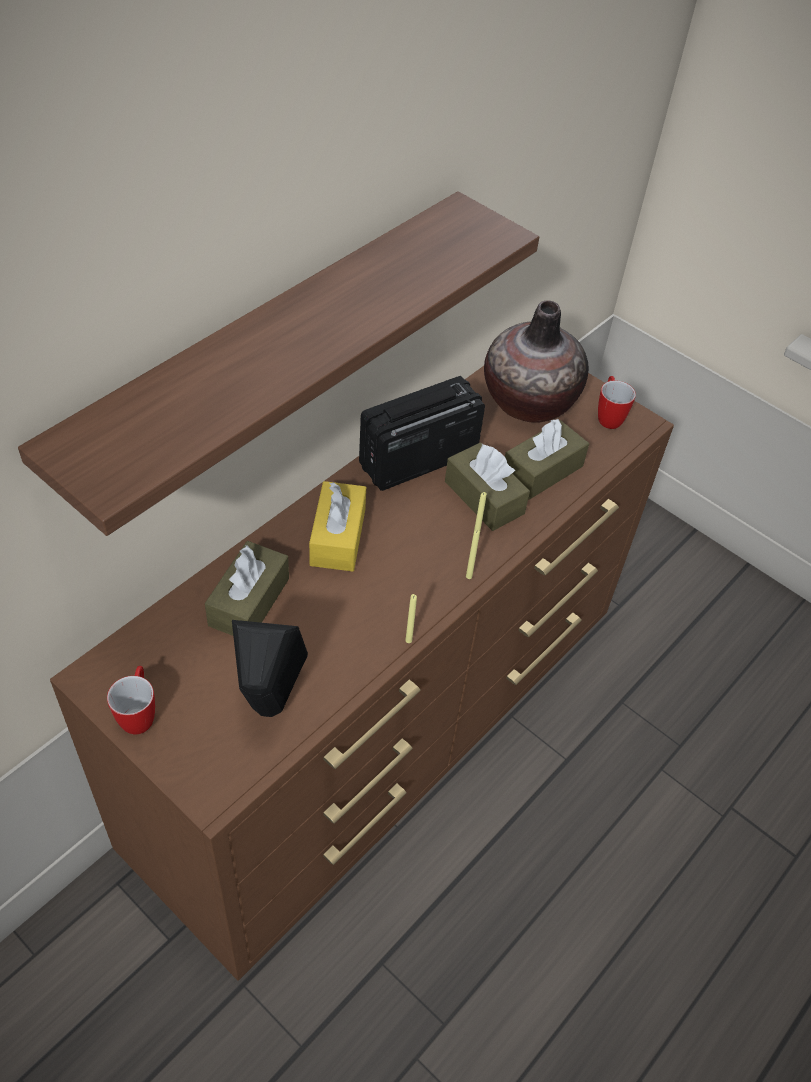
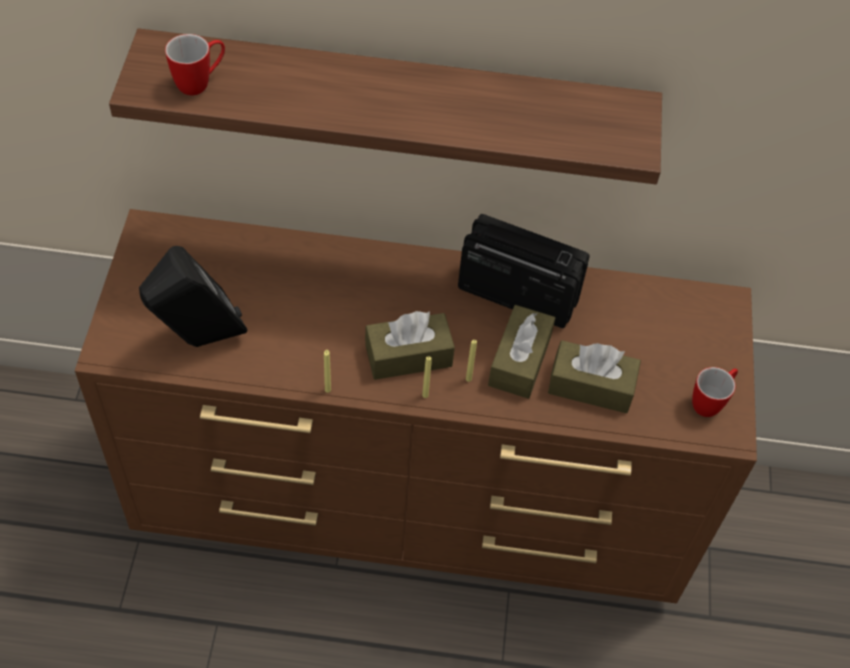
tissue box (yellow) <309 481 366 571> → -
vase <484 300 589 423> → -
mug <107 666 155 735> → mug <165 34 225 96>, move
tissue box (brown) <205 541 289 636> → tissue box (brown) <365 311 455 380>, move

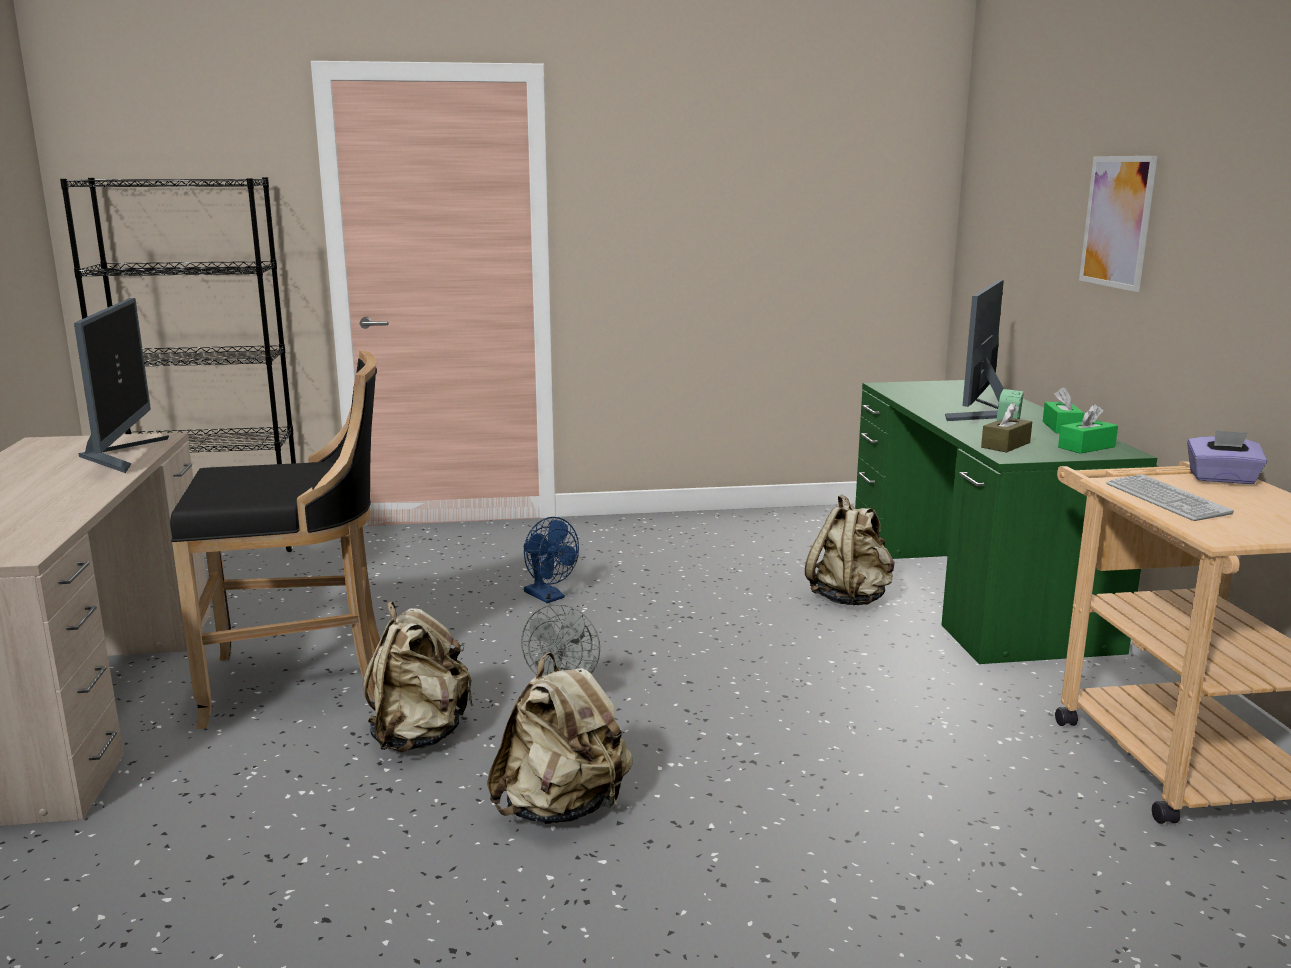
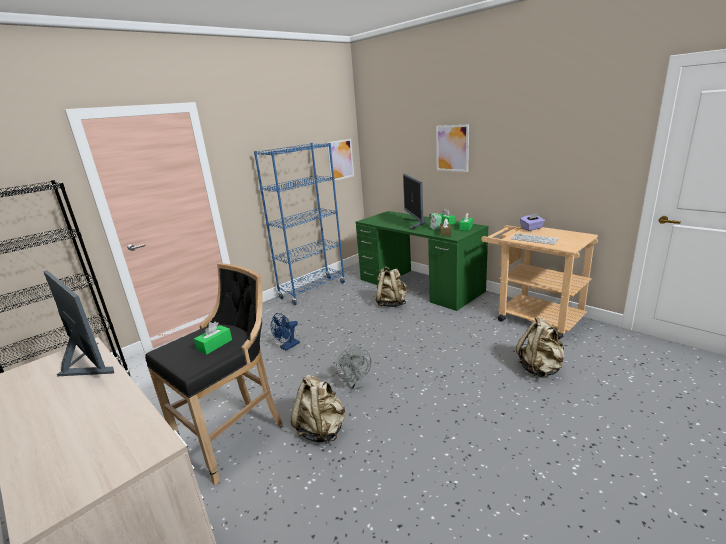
- → tissue box (green) <194 322 232 355>
- → bookcase (blue) <254 143 345 305>
- → picture <327 139 354 181>
backpack (beige) <487 652 633 824> → backpack (beige) <516 316 565 378>, move
fan (blue) <524 517 579 603> → fan (blue) <271 313 300 351>, 120 degrees clockwise

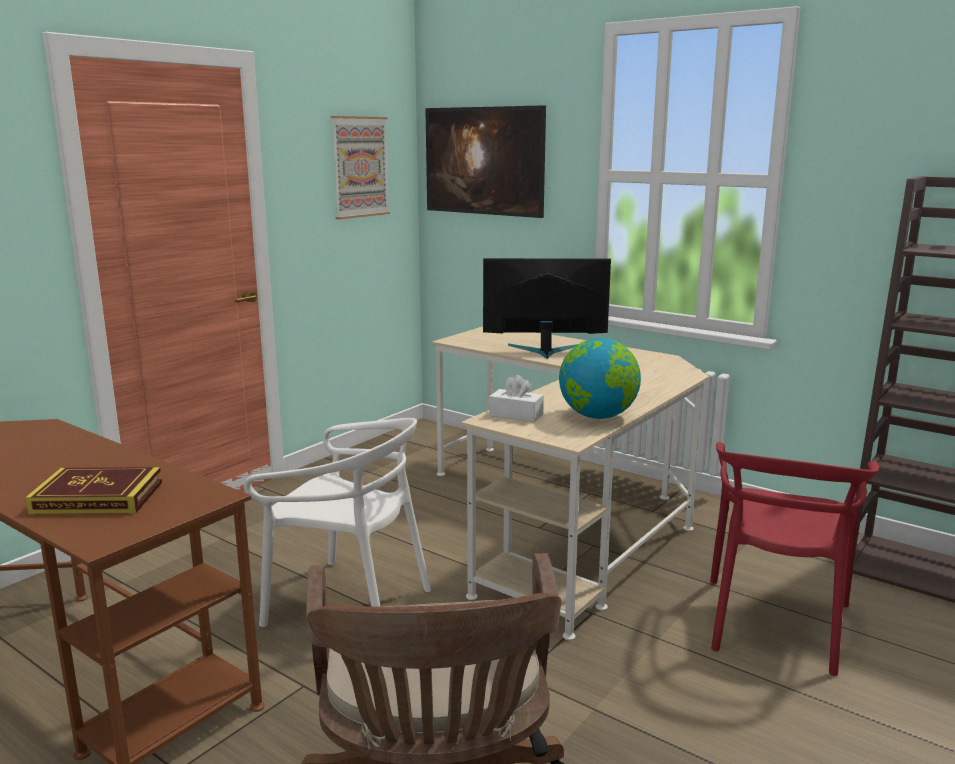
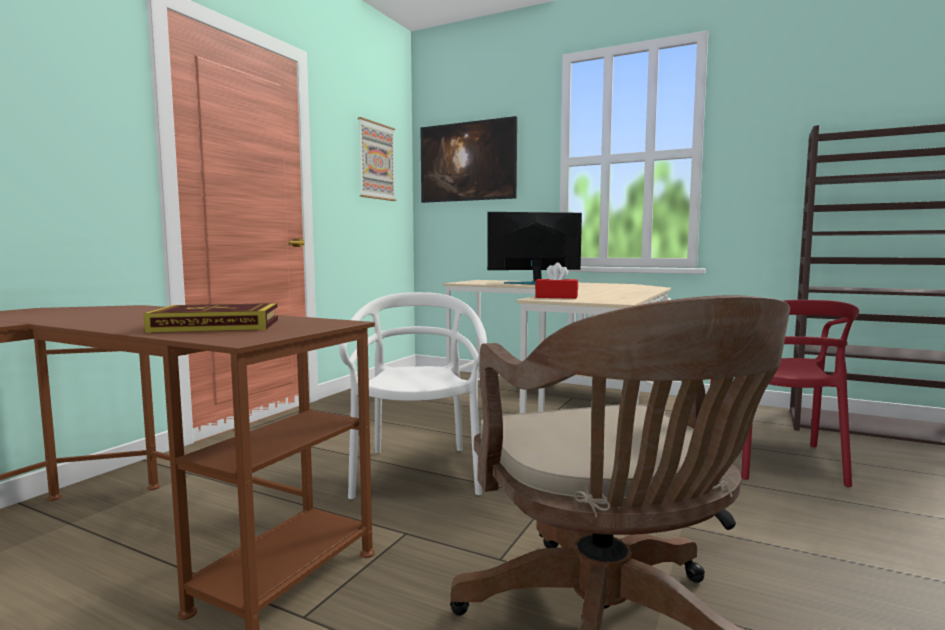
globe <559 338 641 419> → -
tissue box (white) <489 375 544 422> → tissue box (red) <535 263 578 299>
chair (white) <244 418 431 627> → chair (white) <339 292 487 500>, 105 degrees counterclockwise

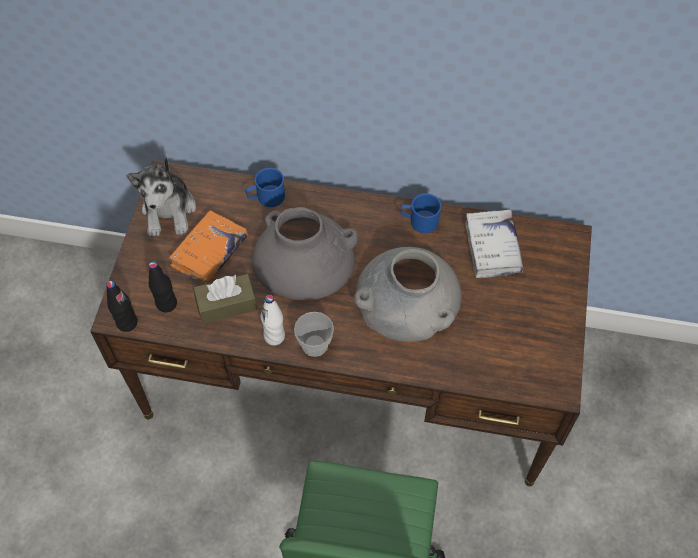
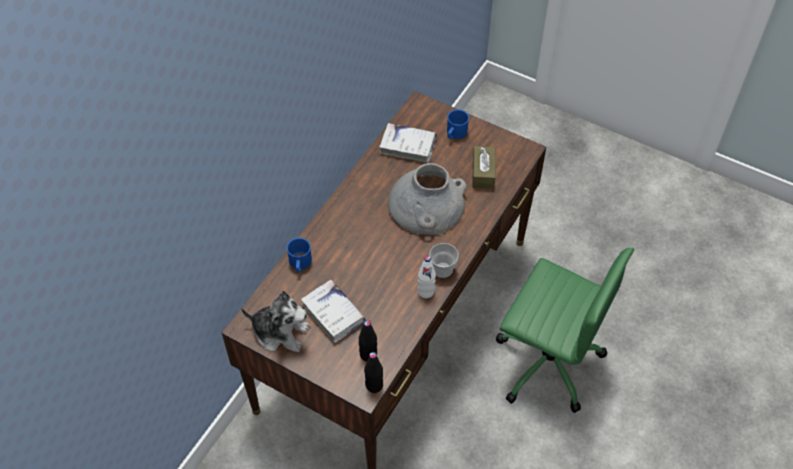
vase (grey) <252 207 358 300> → -
tissue box (brown) <193 274 257 324> → tissue box (brown) <472 146 496 189>, move
mug (blue) <400 193 441 233> → mug (blue) <447 109 469 139>, move
book (orange) <169 210 248 284> → book (white) <301 280 365 343>

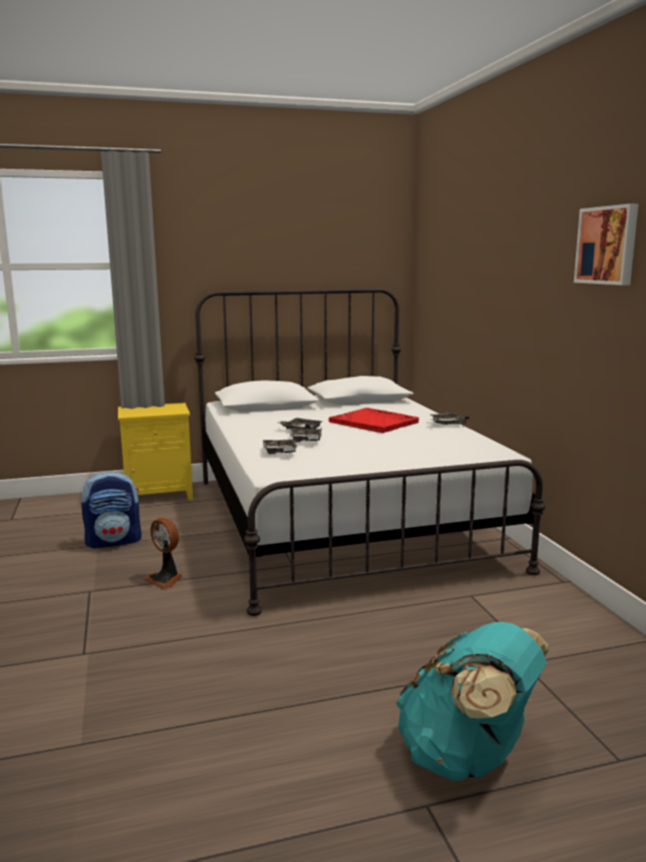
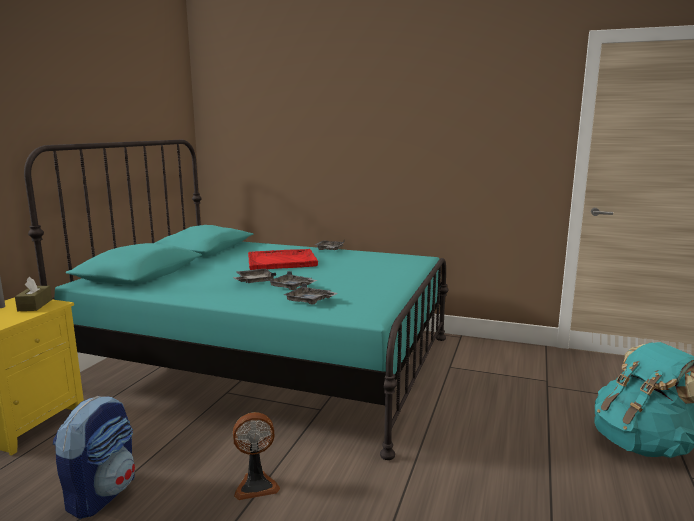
picture <574 204 638 285> → -
- → tissue box (brown) <15 277 52 311>
bed (white) <194 288 546 616> → bed (turquoise) <24 140 449 460>

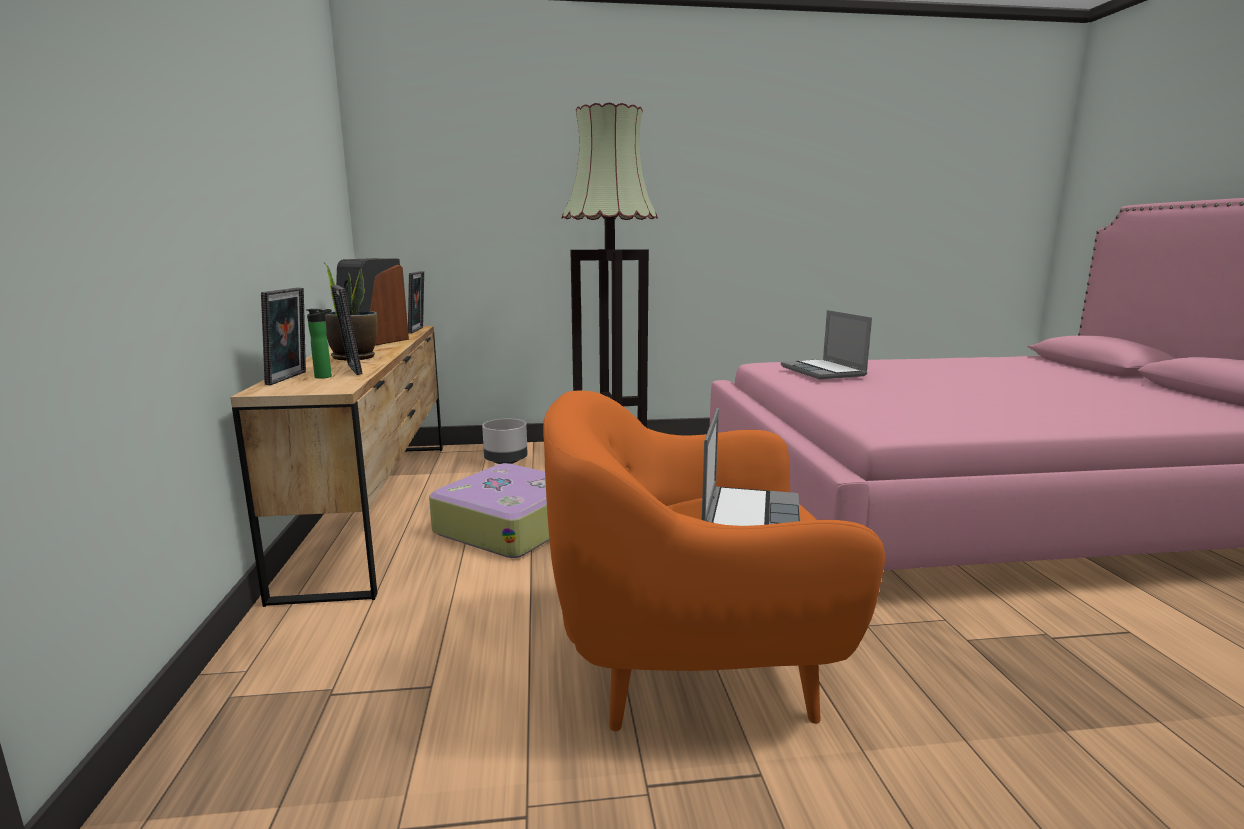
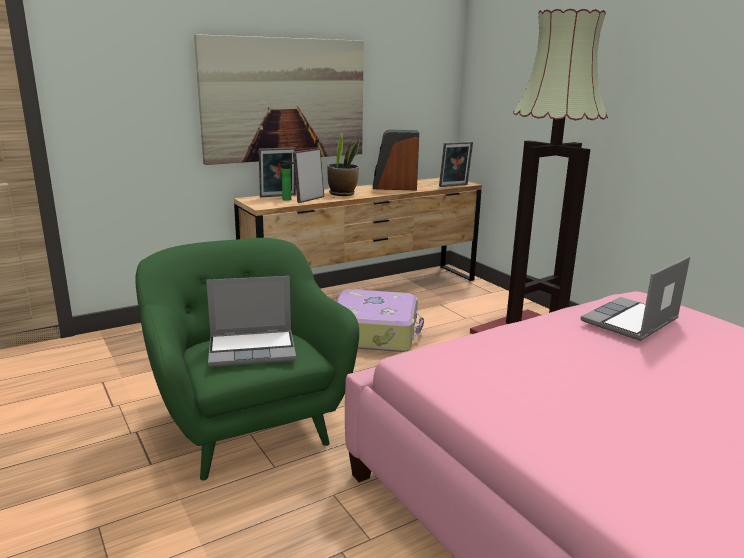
planter (grey) <482 419 528 464> → -
- → picture <194 34 364 165>
armchair (orange) <543 390 885 731> → armchair (green) <135 238 359 481>

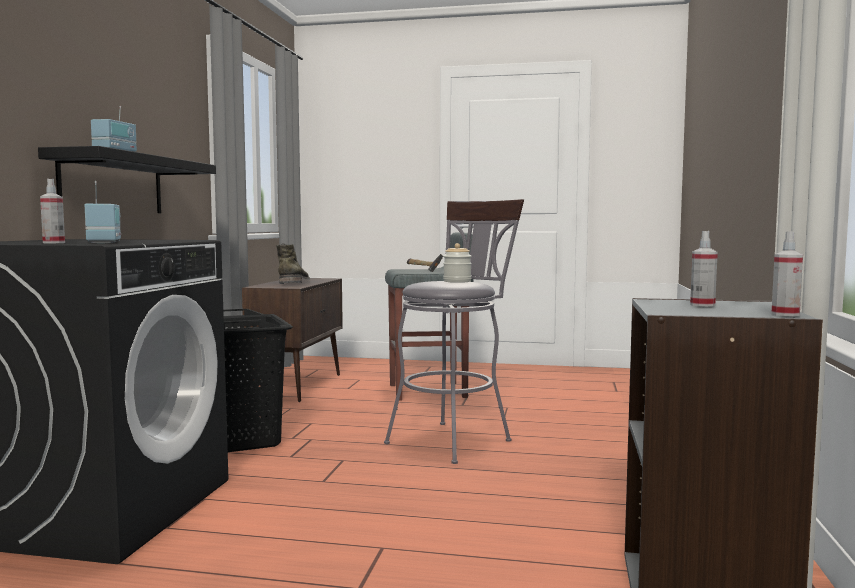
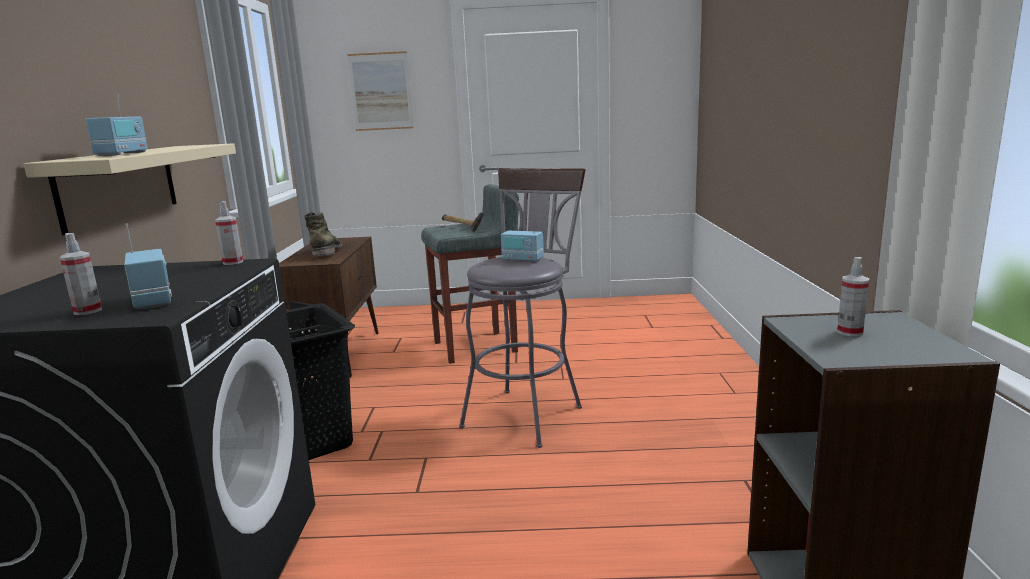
- → picture <347 51 413 131>
spray bottle <771 231 803 316> → spray bottle <215 201 243 265>, move
jar <443 243 472 283> → radio <501 214 544 262>
shelf (black) <38 146 216 213> → shelf (beige) <24 143 236 235>

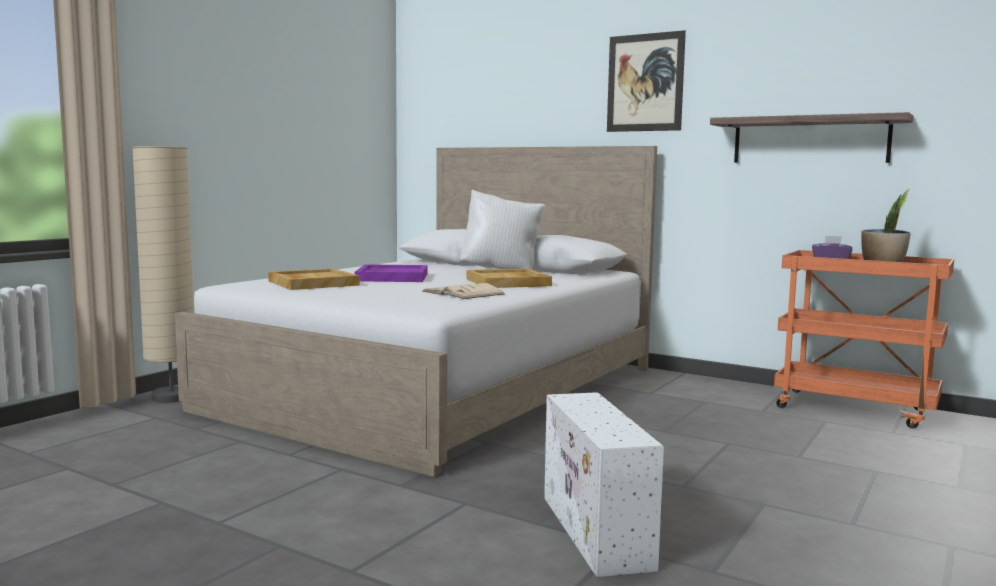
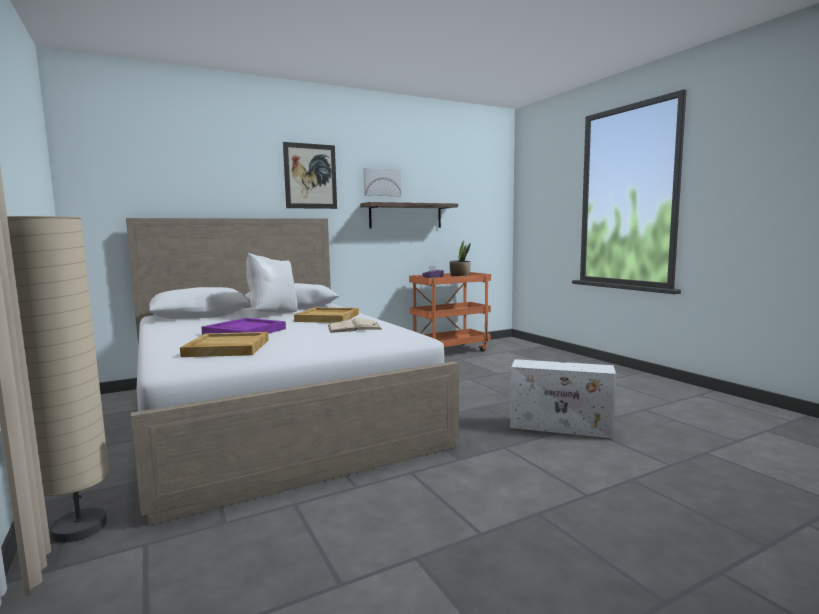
- → picture <363 168 401 196>

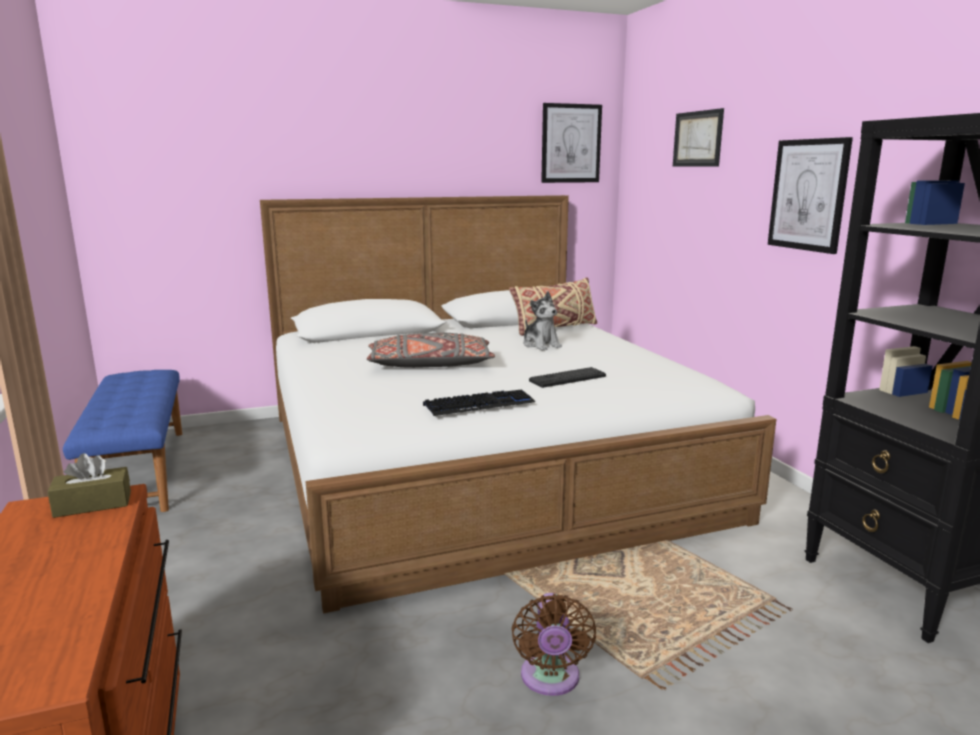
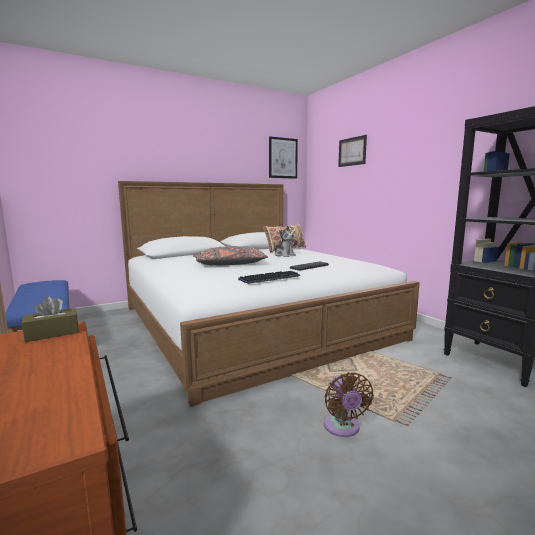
picture <768 137 853 254> → -

